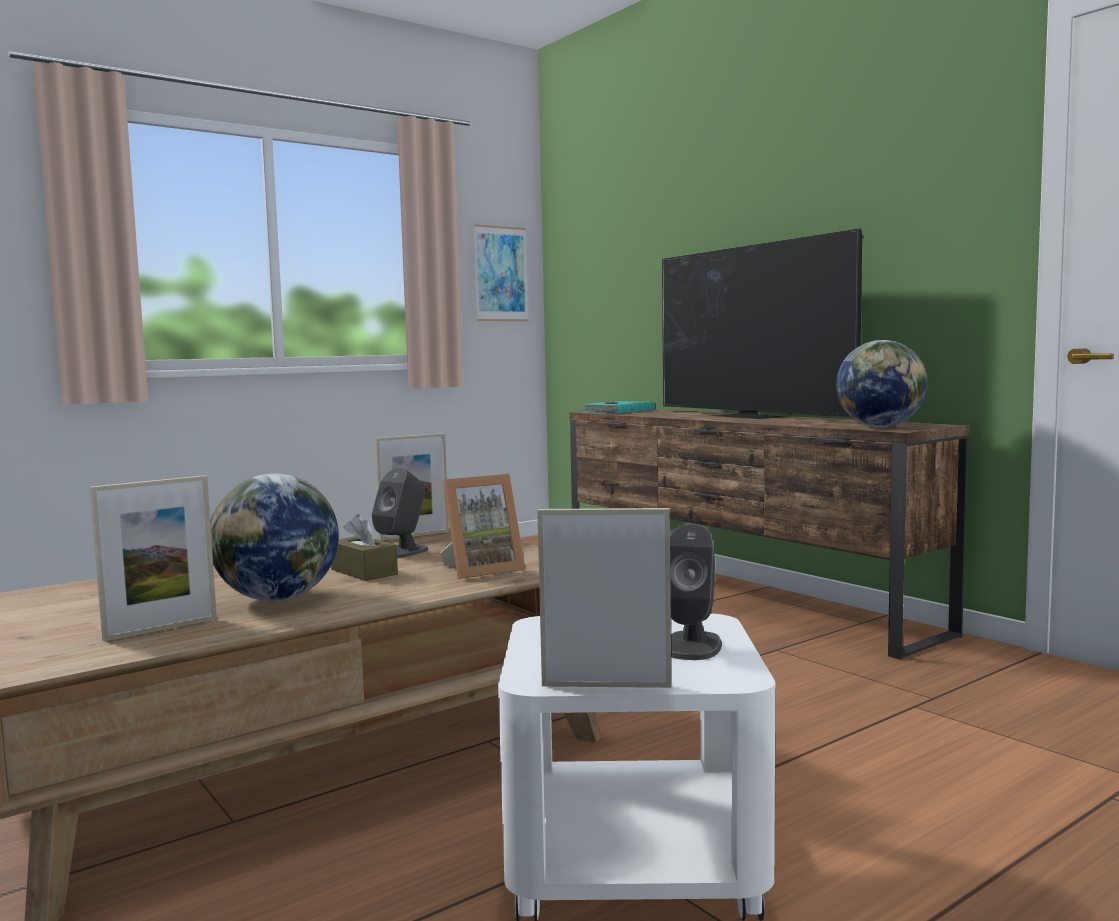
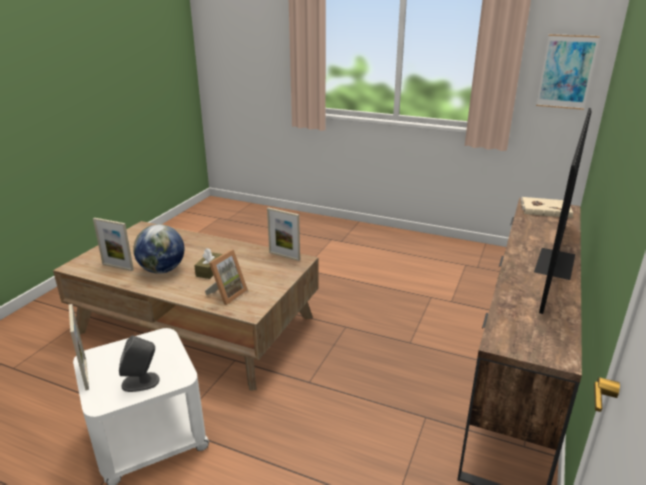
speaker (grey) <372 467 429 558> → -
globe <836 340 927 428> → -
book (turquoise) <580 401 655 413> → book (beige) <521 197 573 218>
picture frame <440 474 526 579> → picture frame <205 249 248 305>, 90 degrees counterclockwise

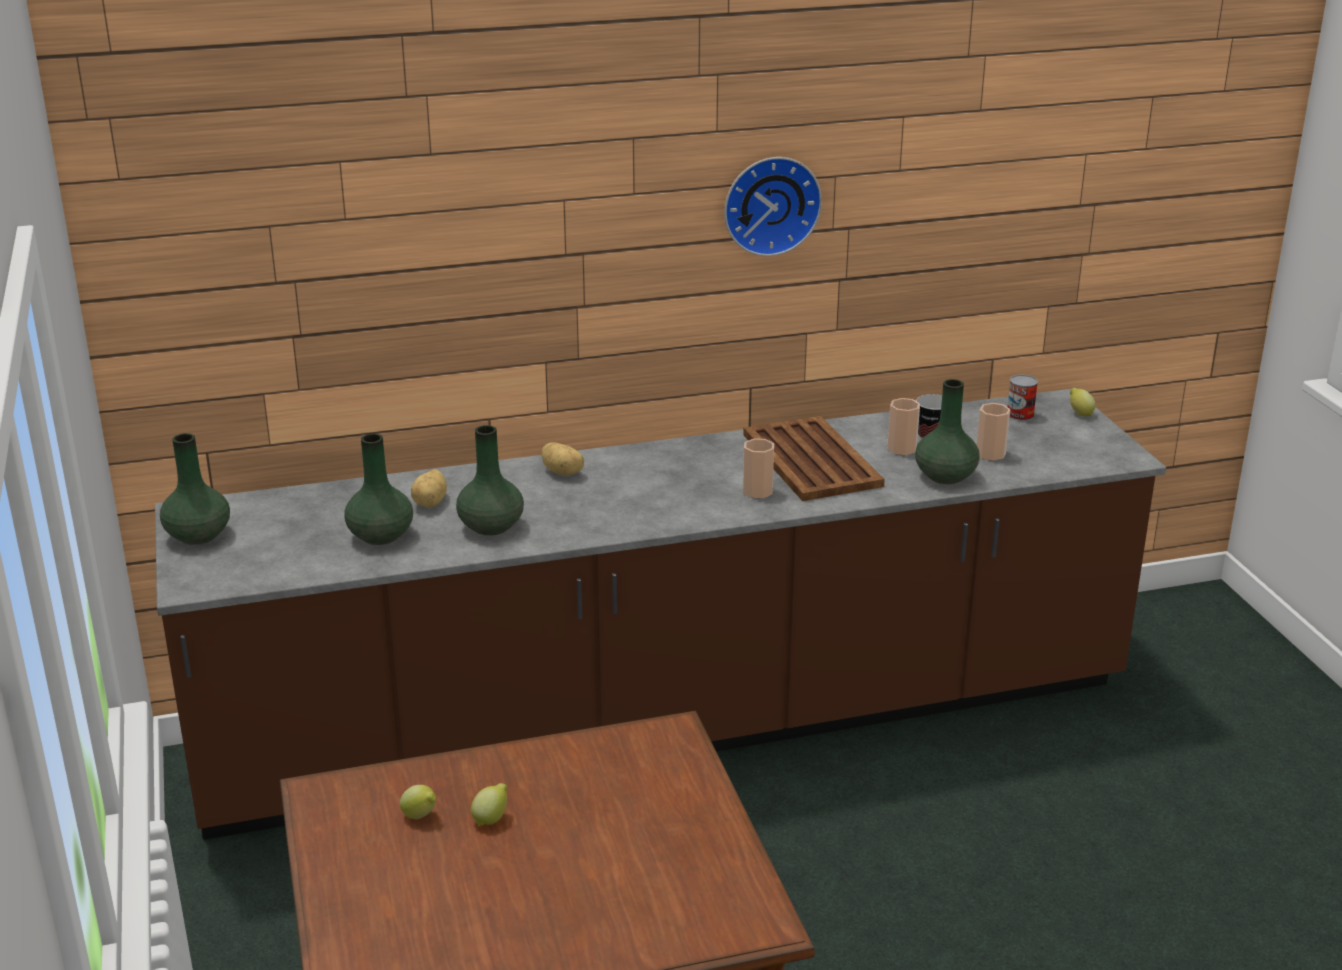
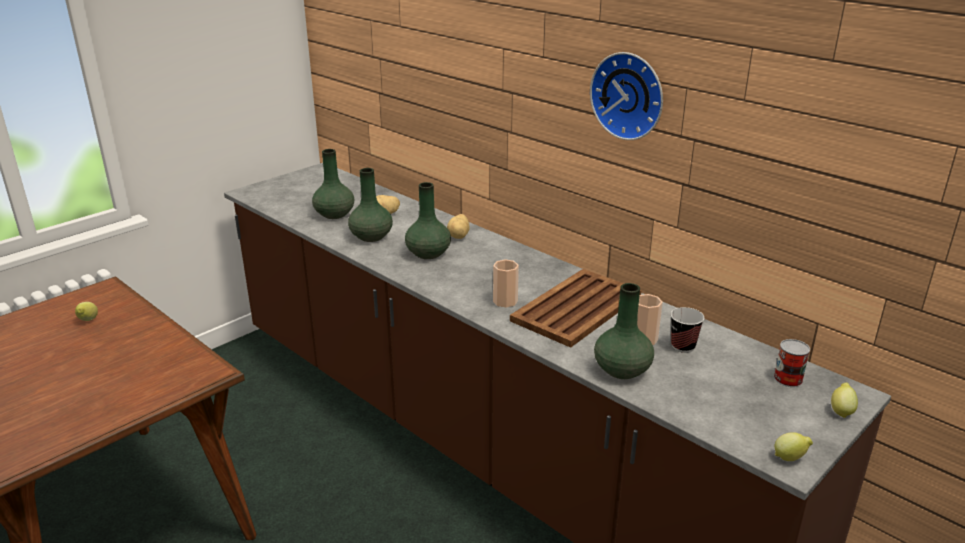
cup <976 403 1010 461> → -
vase (green) <160 433 230 545> → vase (green) <405 182 451 259>, move
lemon <471 783 507 826> → lemon <775 432 813 461>, move

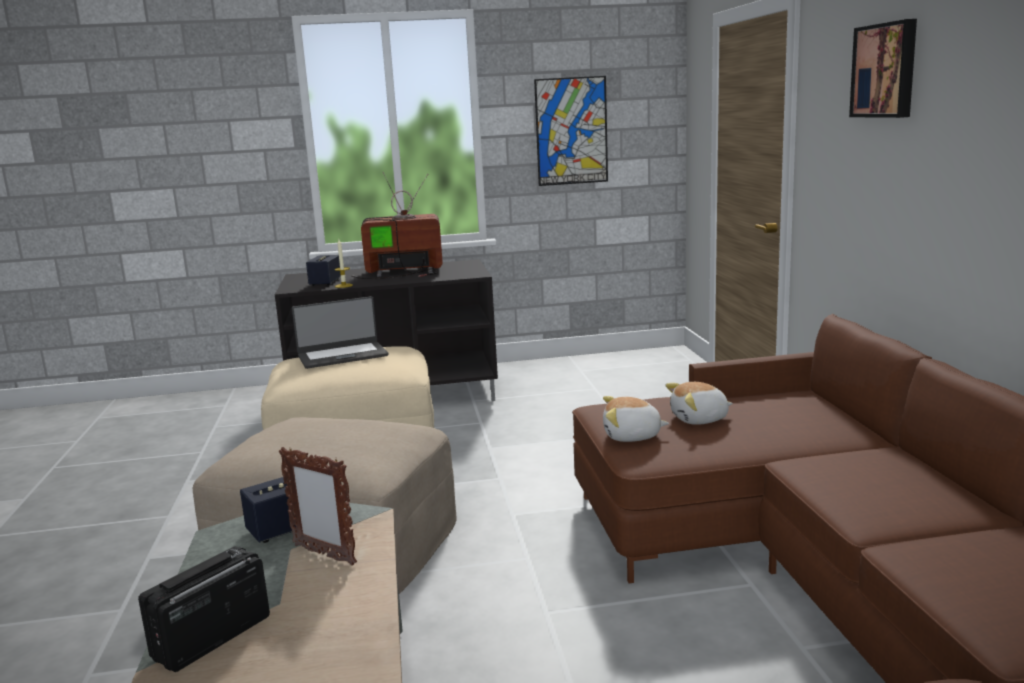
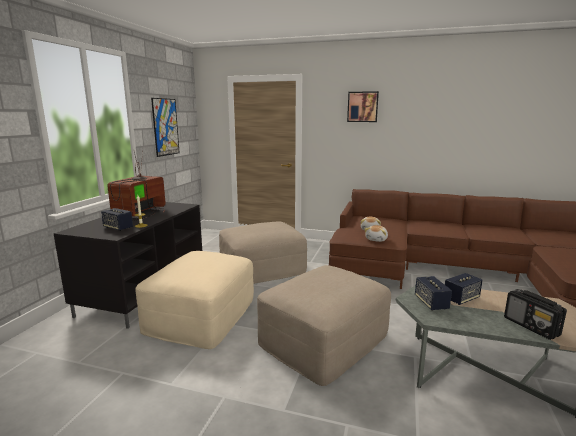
laptop <292 296 389 369> → -
- → ottoman (beige) <219 222 307 284>
picture frame <279 447 357 566> → speaker <445 273 482 305>

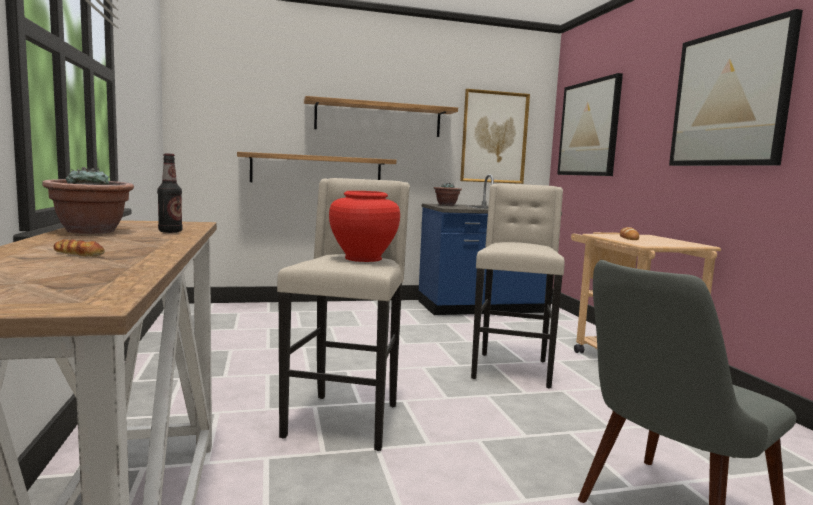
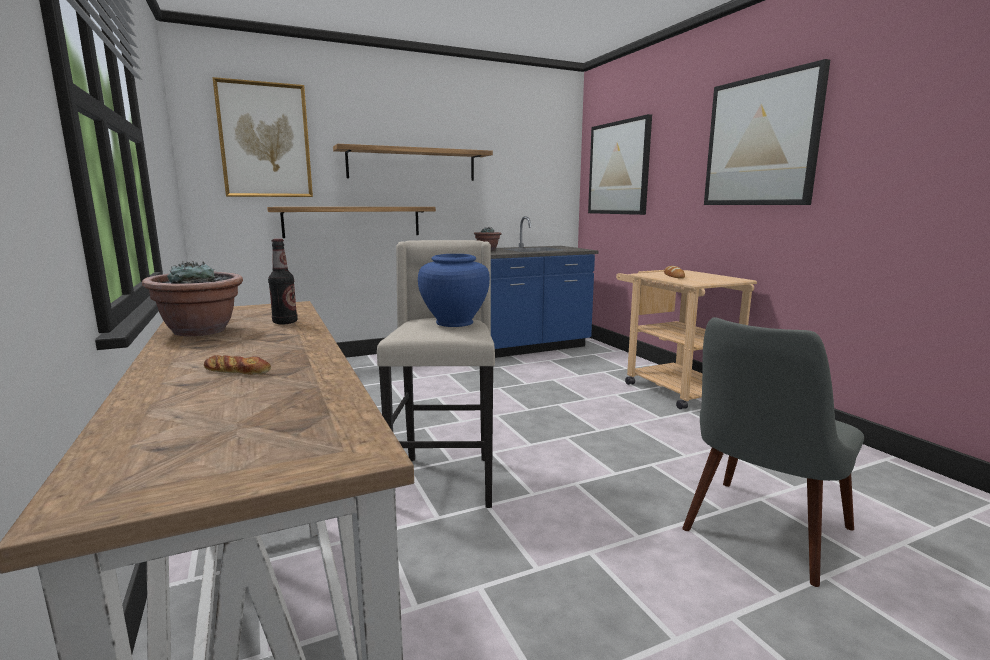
stool (beige) <471 184 565 389> → -
picture <460 89 530 184> → picture <212 77 313 197>, move
vase (red) <329 191 400 262> → vase (blue) <418 254 490 327>

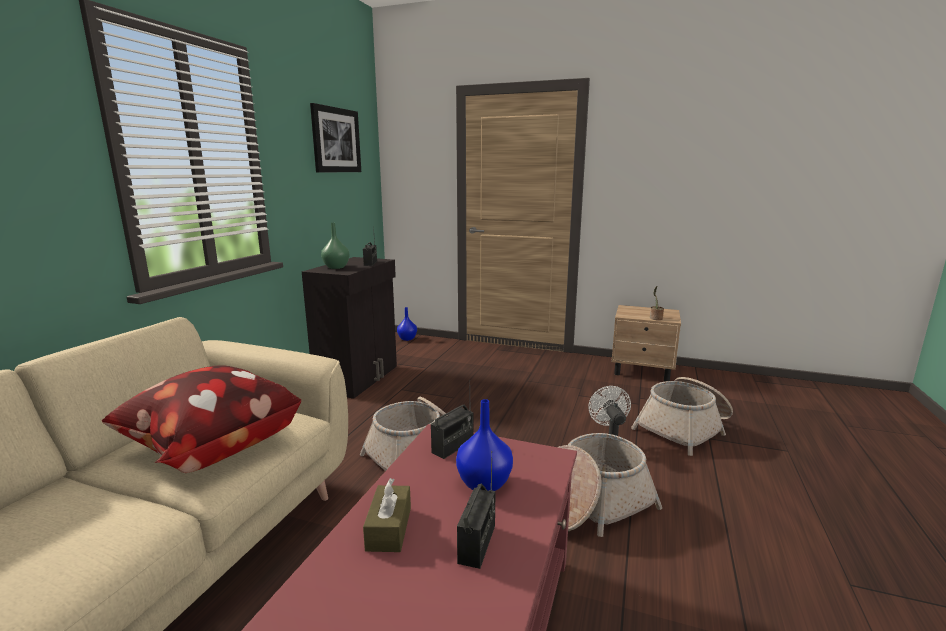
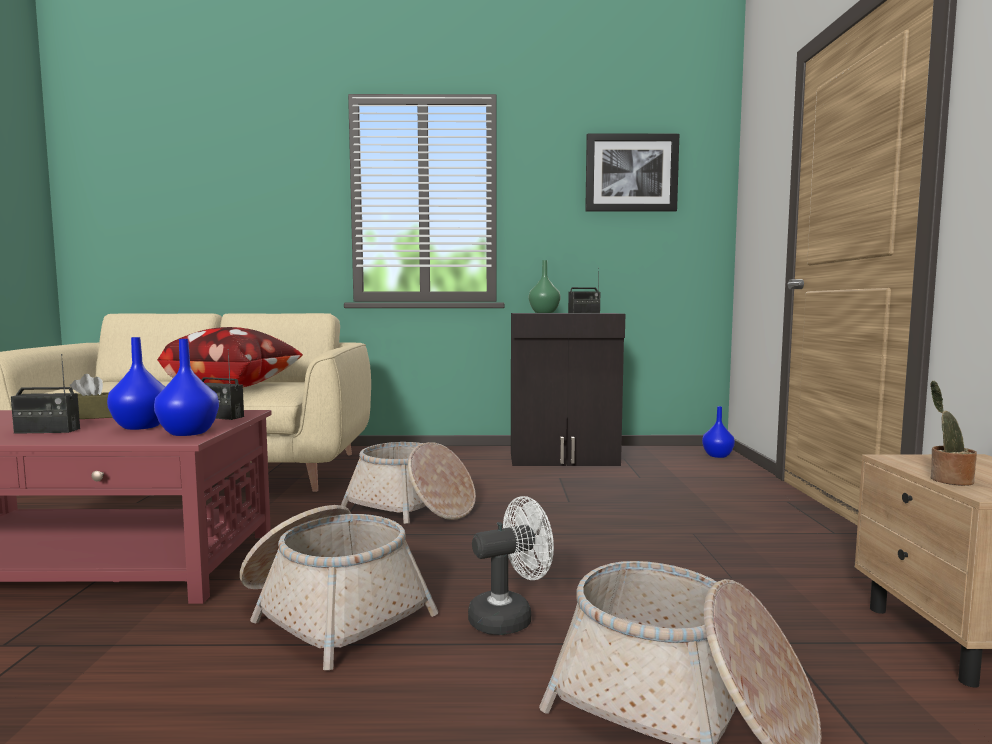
- → vase (blue) <154 339 219 436>

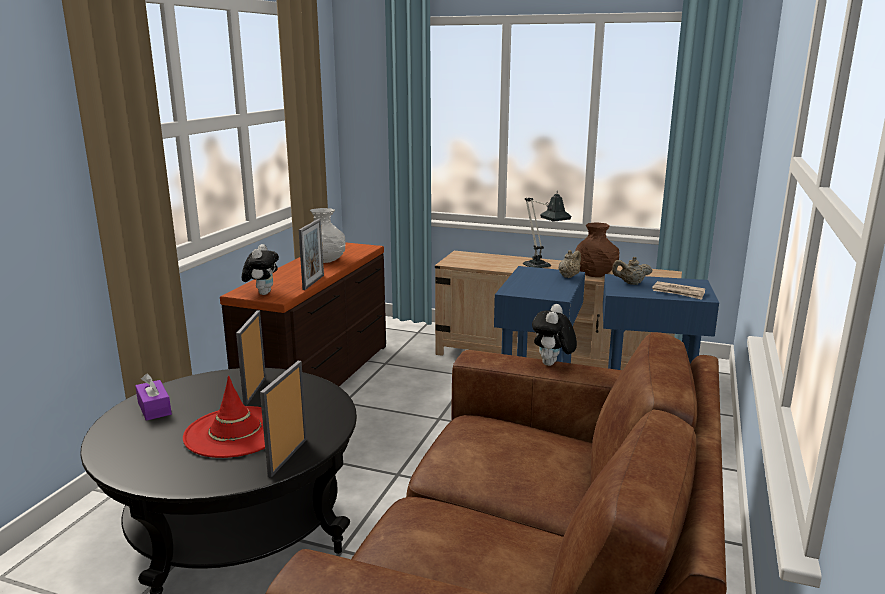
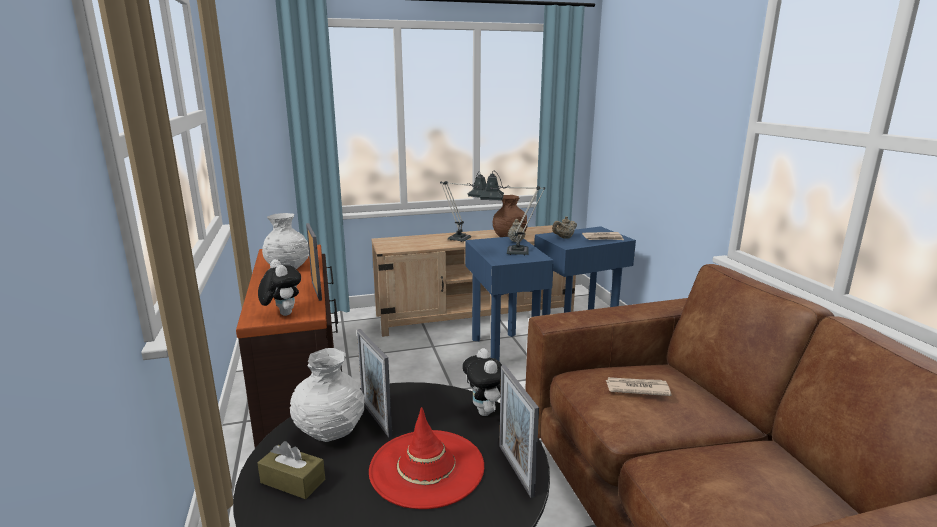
- → vase (white) <290 348 365 442>
- → table lamp <480 171 545 255>
- → newspaper <606 377 671 396>
plush toy <532 304 577 366> → plush toy <462 348 502 416>, move
tissue box (purple) <135 373 172 421> → tissue box (brown) <257 441 325 499>

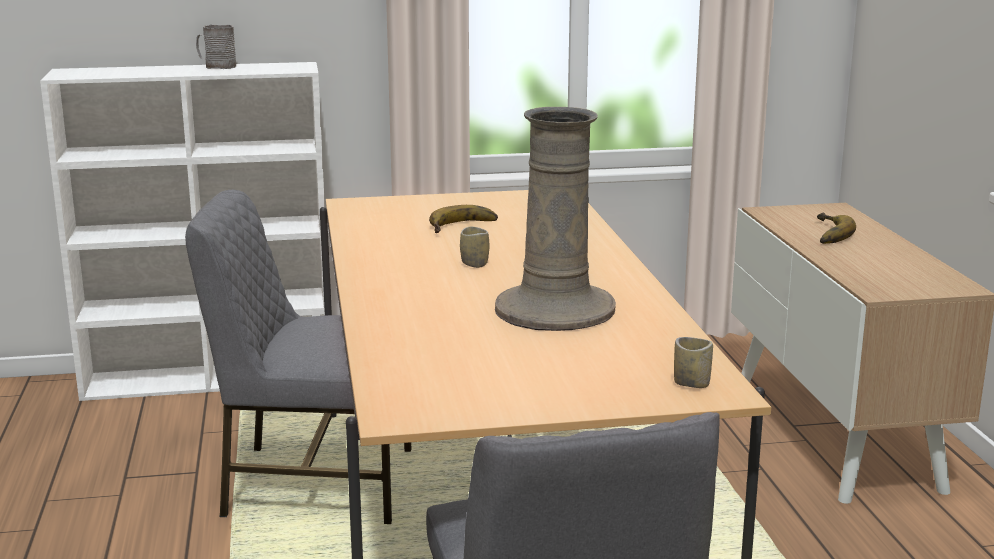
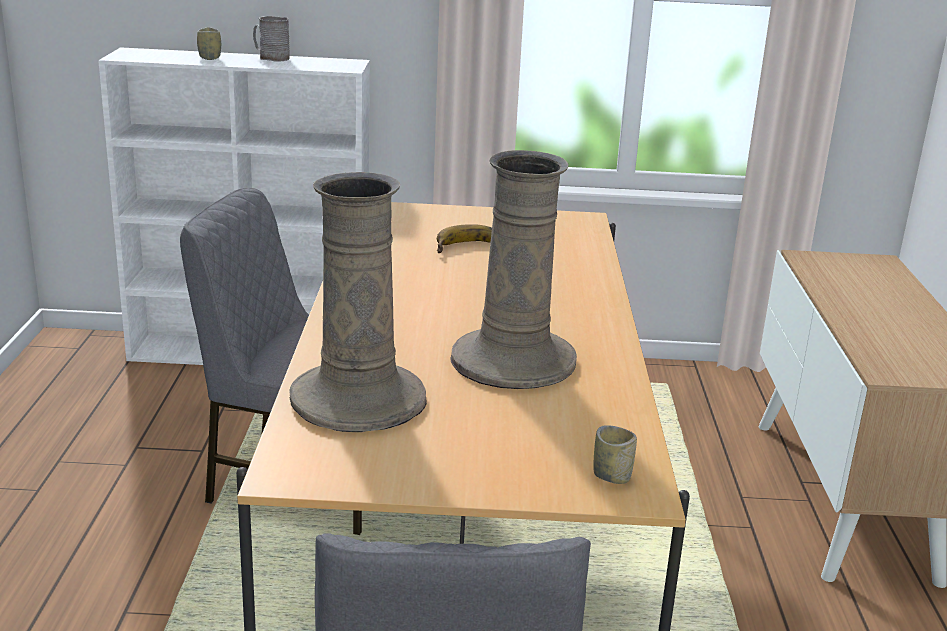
banana <817 213 856 244> → -
- → vase (beige) <289 172 427 432>
cup <460 226 490 268> → cup <197 27 221 60>, move

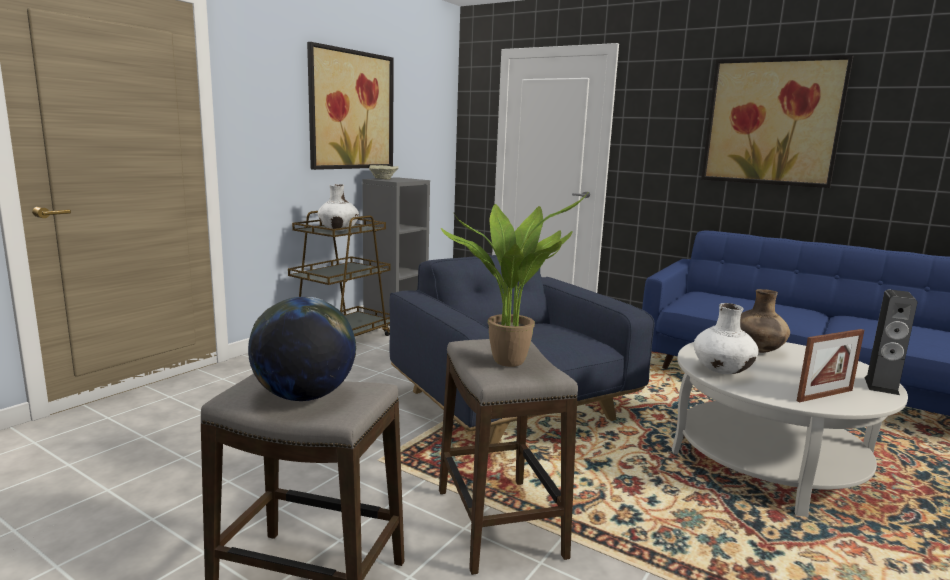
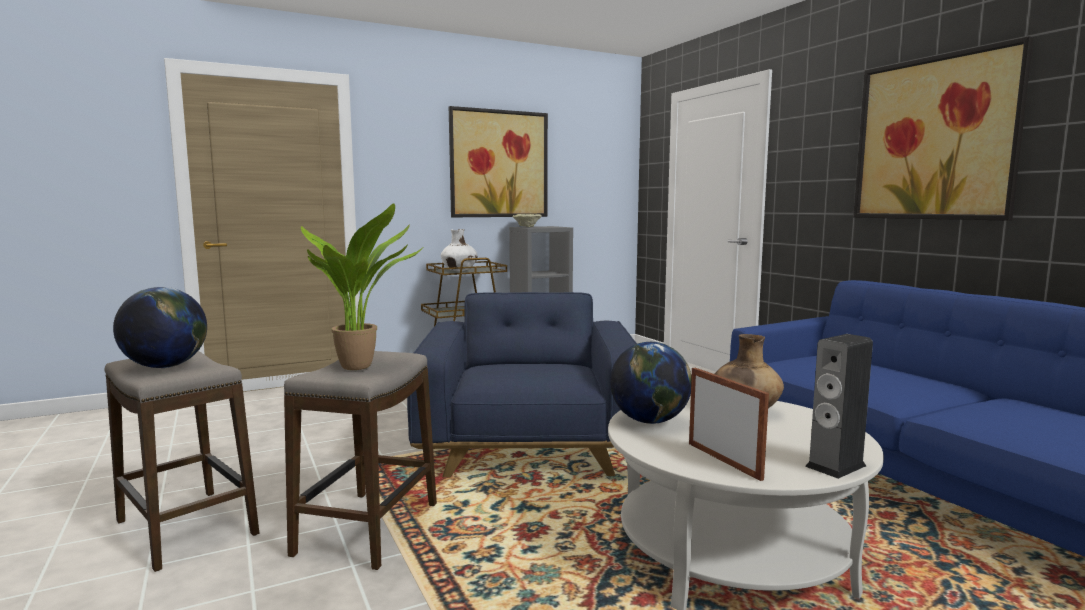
vase (white) <694 303 759 374> → globe <610 342 692 424>
picture frame <797 329 864 402> → picture frame <689 368 769 481>, 120 degrees counterclockwise

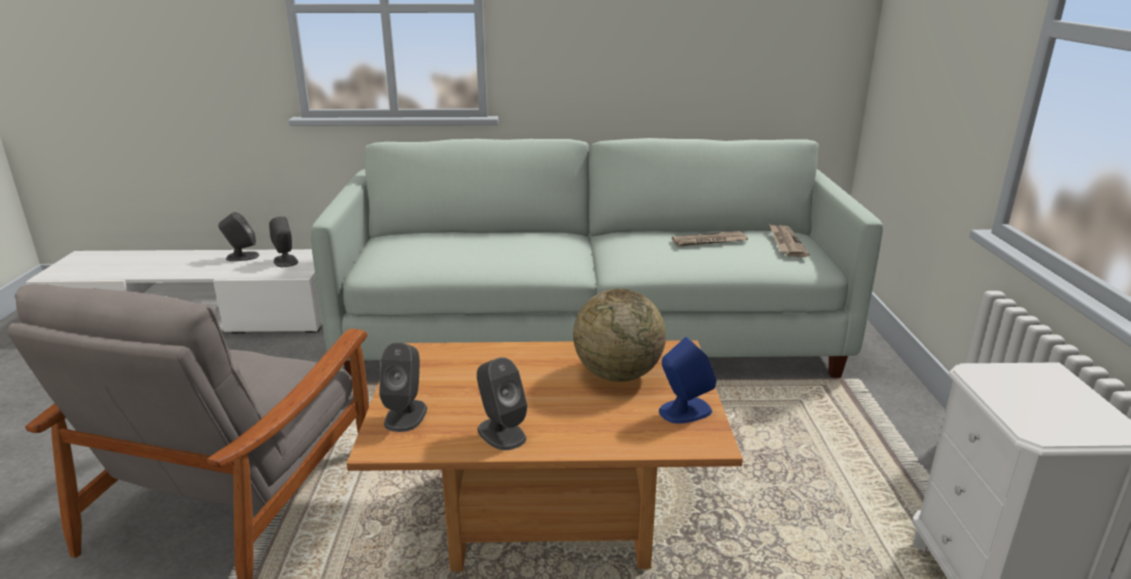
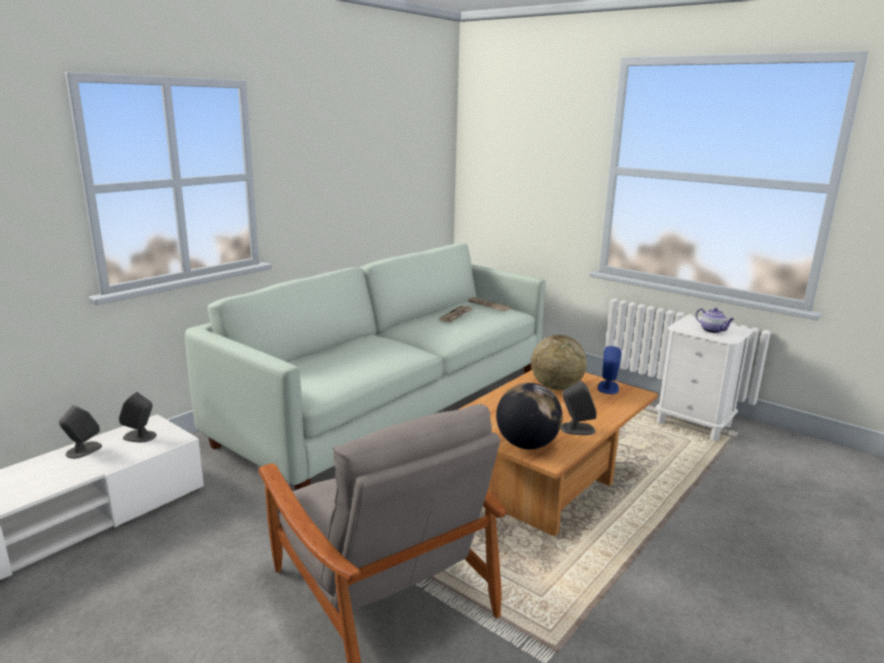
- → teapot <696 308 734 333>
speaker (grey) <379 342 427 432> → globe <496 383 563 449>

